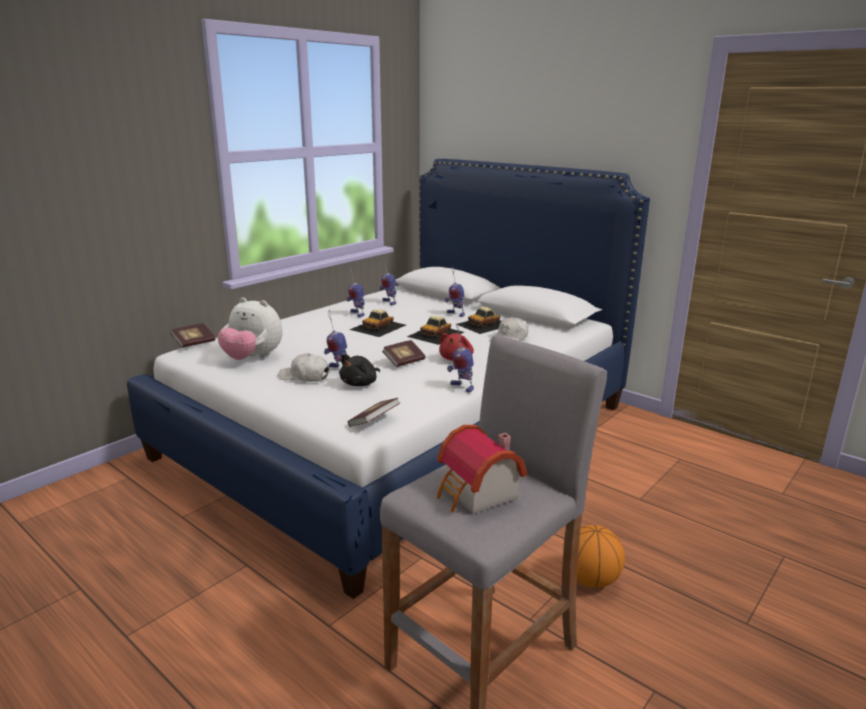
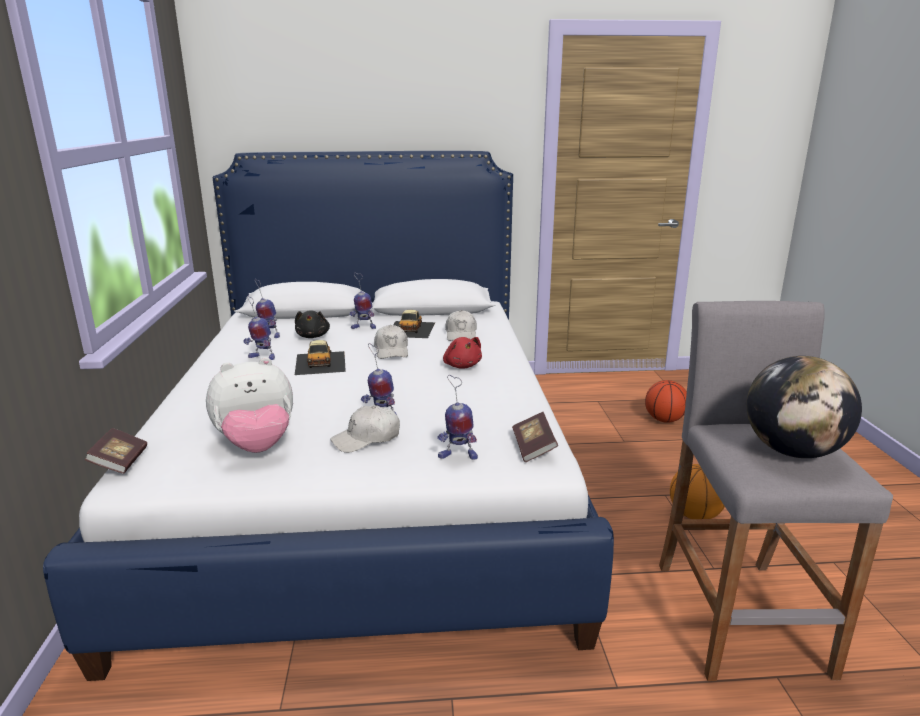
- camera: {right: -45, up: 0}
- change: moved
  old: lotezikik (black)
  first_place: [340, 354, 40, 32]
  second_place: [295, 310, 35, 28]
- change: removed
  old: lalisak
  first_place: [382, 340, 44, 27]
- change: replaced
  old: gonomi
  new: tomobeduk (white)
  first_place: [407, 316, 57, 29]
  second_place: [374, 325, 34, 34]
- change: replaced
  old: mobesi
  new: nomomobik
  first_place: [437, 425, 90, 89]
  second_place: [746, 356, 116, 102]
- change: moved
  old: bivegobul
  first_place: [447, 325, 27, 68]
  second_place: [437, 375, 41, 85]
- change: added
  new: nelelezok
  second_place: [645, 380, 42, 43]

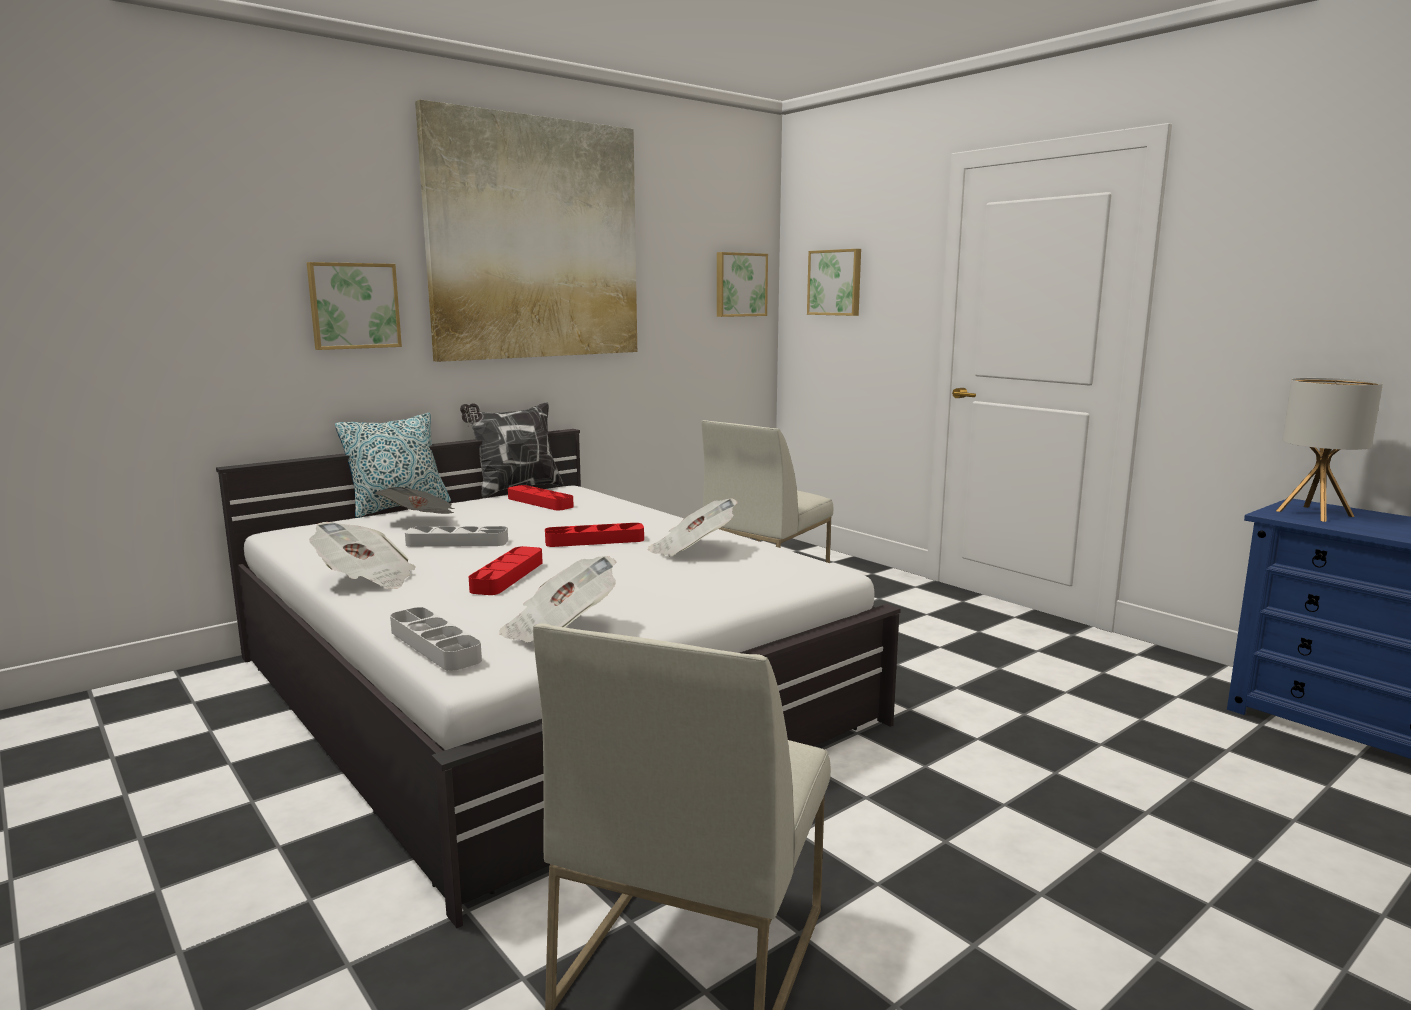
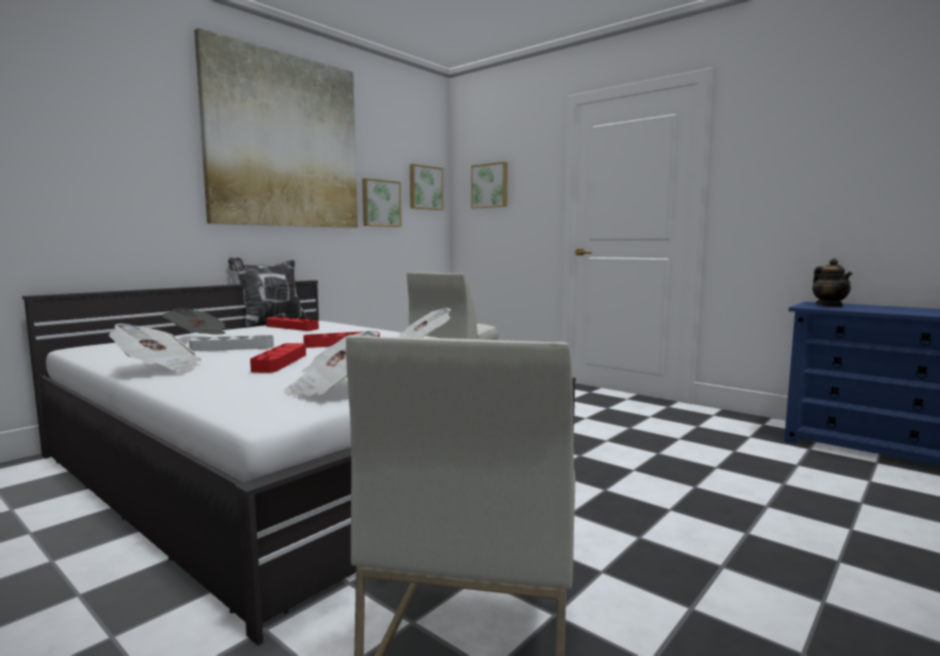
- camera: {right: -10, up: -5}
- change: moved
  old: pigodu
  first_place: [307, 262, 95, 88]
  second_place: [362, 178, 40, 49]
- change: removed
  old: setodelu
  first_place: [335, 413, 116, 105]
- change: removed
  old: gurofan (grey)
  first_place: [390, 607, 92, 64]
- change: replaced
  old: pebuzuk
  new: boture
  first_place: [1276, 378, 107, 144]
  second_place: [812, 258, 40, 49]

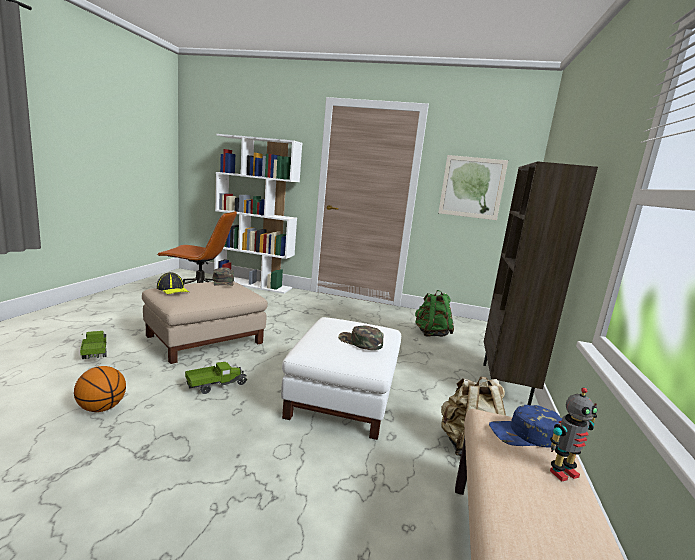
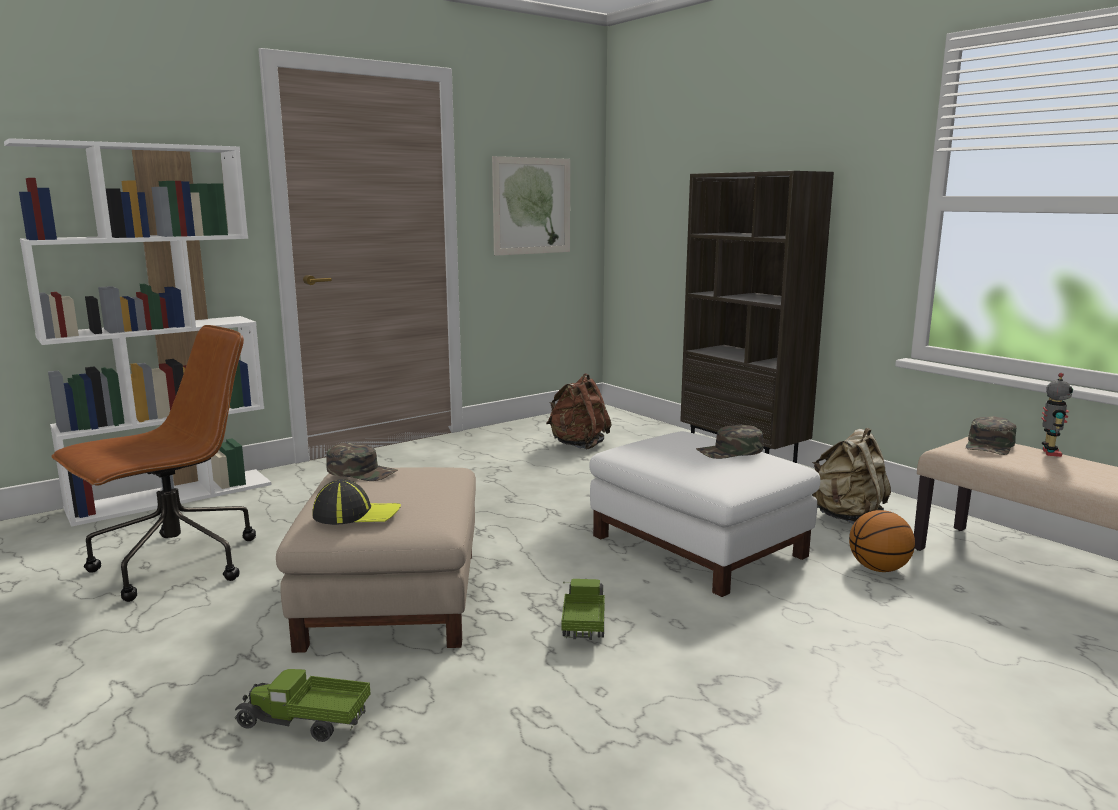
- camera: {right: -50, up: 0}
- change: moved
  old: nelelezok
  first_place: [74, 366, 52, 46]
  second_place: [849, 510, 66, 62]
- change: recoloured
  old: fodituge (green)
  new: fodituge (brown)
  first_place: [415, 290, 39, 47]
  second_place: [546, 373, 66, 77]
- change: recoloured
  old: tomobeduk (blue)
  new: tomobeduk (green)
  first_place: [489, 405, 73, 42]
  second_place: [966, 416, 51, 39]

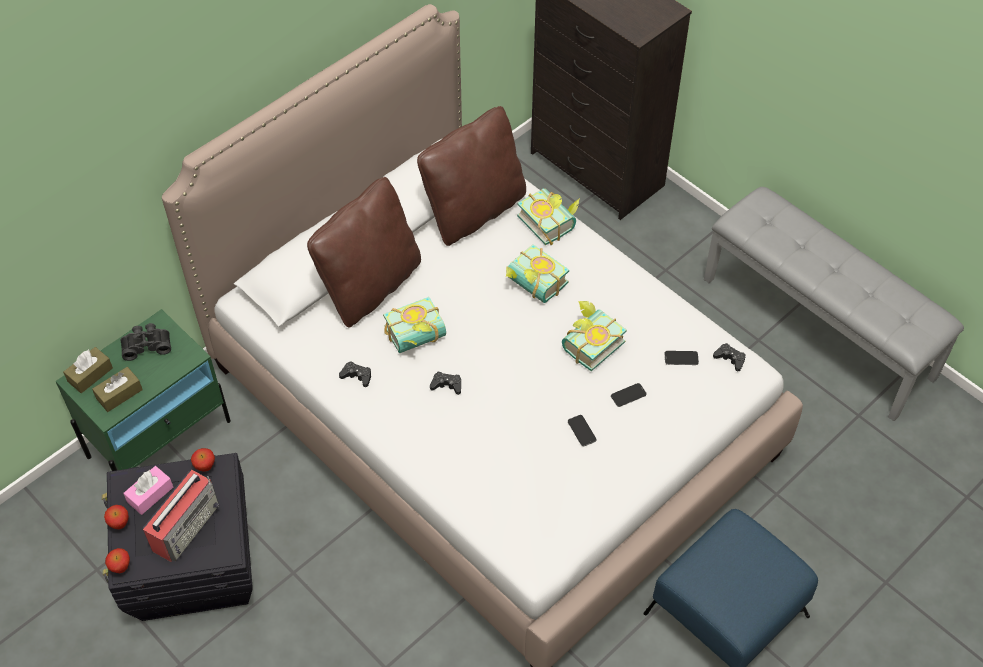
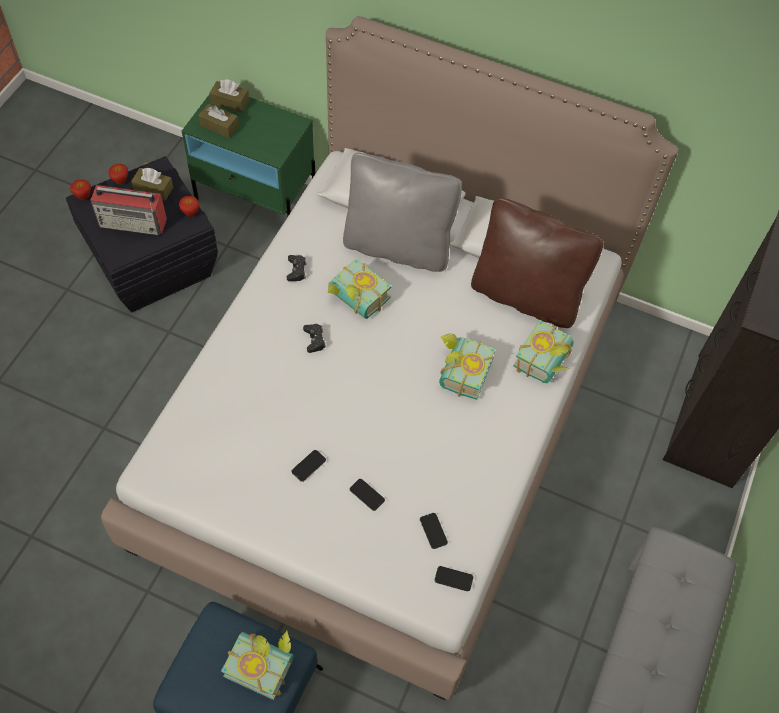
- camera: {right: 65, up: 5}
- change: removed
  old: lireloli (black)
  first_place: [120, 323, 51, 38]
- change: recoloured
  old: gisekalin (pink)
  new: gisekalin (brown)
  first_place: [123, 466, 50, 49]
  second_place: [131, 168, 42, 32]
- change: recoloured
  old: setodelu (brown)
  new: setodelu (grey)
  first_place: [307, 177, 114, 150]
  second_place: [343, 153, 119, 119]
- change: moved
  old: lalisak
  first_place: [562, 301, 65, 70]
  second_place: [221, 631, 73, 69]
- change: replaced
  old: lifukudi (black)
  new: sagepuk
  first_place: [713, 343, 33, 28]
  second_place: [435, 566, 38, 26]

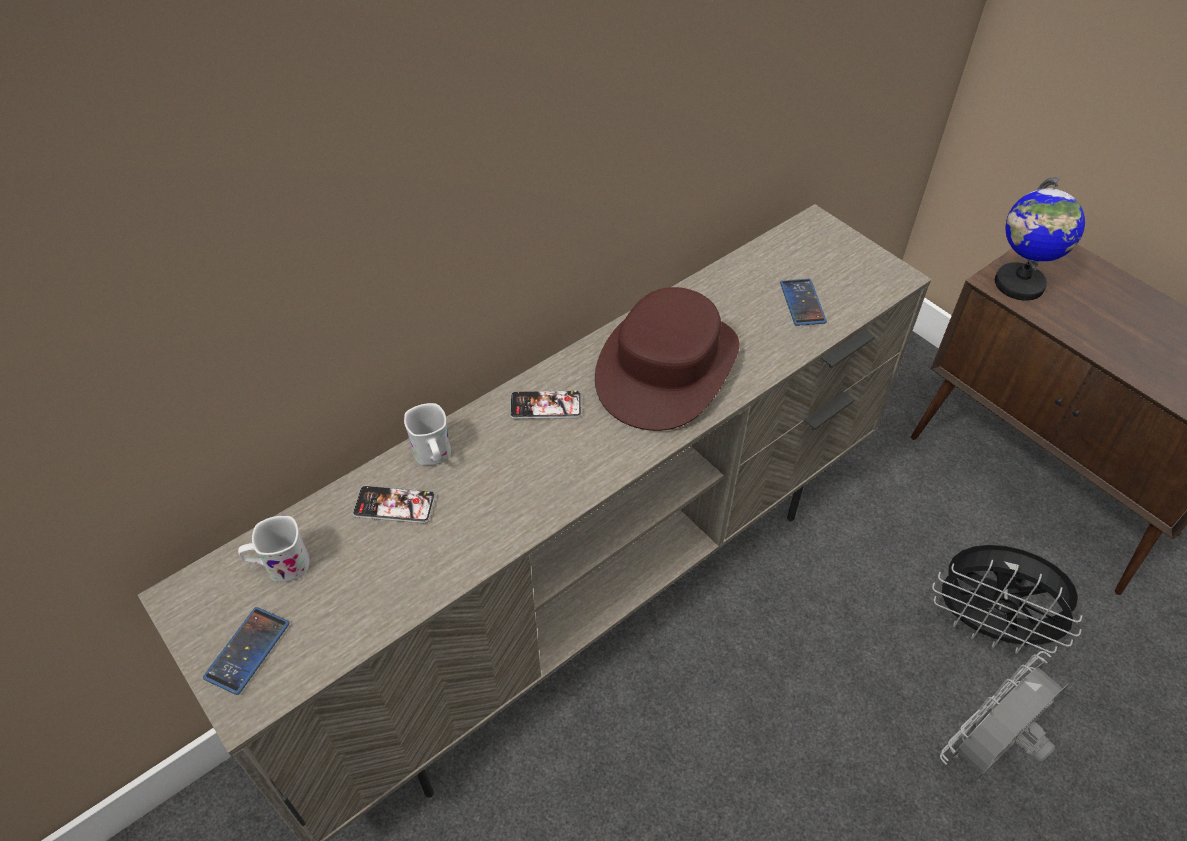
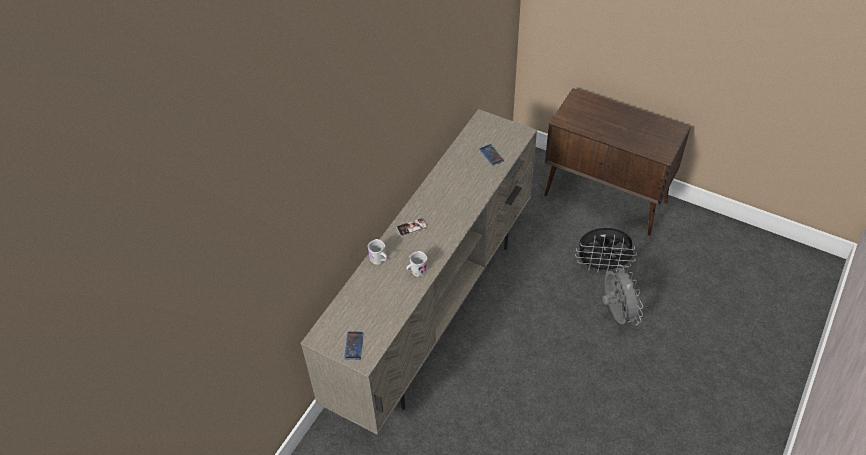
- camera: {right: -20, up: 0}
- change: moved
  old: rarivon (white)
  first_place: [238, 516, 72, 66]
  second_place: [406, 251, 22, 26]
- change: removed
  old: sagepuk
  first_place: [353, 486, 82, 37]
- change: removed
  old: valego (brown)
  first_place: [595, 287, 144, 144]
- change: turned
  old: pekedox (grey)
  first_place: [940, 651, 130, 129]
  second_place: [602, 265, 41, 60]
  degrees: 135
- change: removed
  old: nomomobik
  first_place: [995, 176, 90, 125]

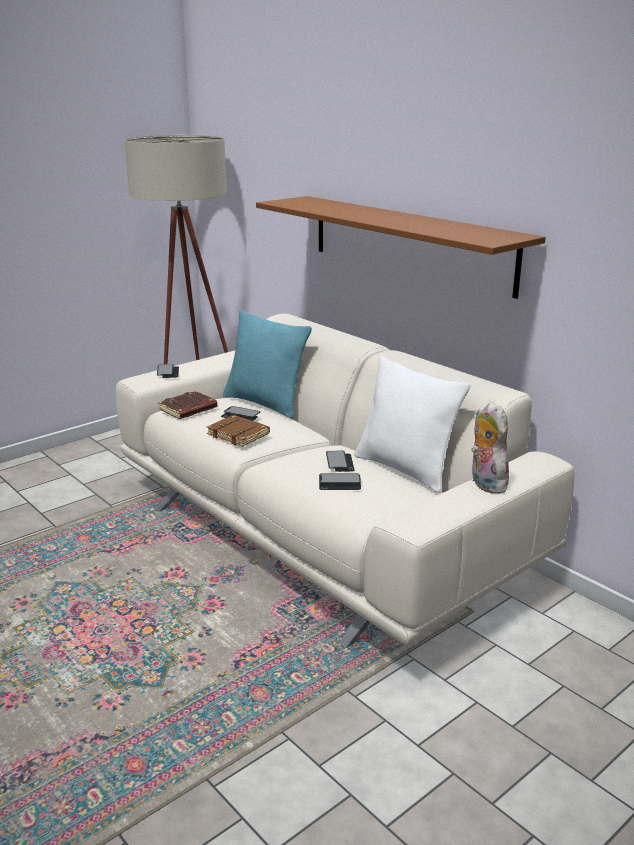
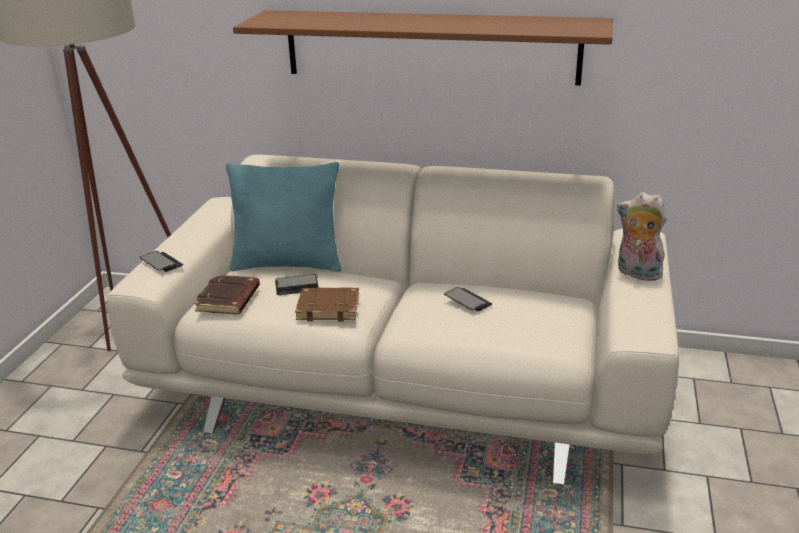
- camera: {right: -35, up: 5}
- change: removed
  old: sagepuk
  first_place: [319, 474, 42, 16]
- change: removed
  old: setodelu (white)
  first_place: [354, 356, 116, 137]

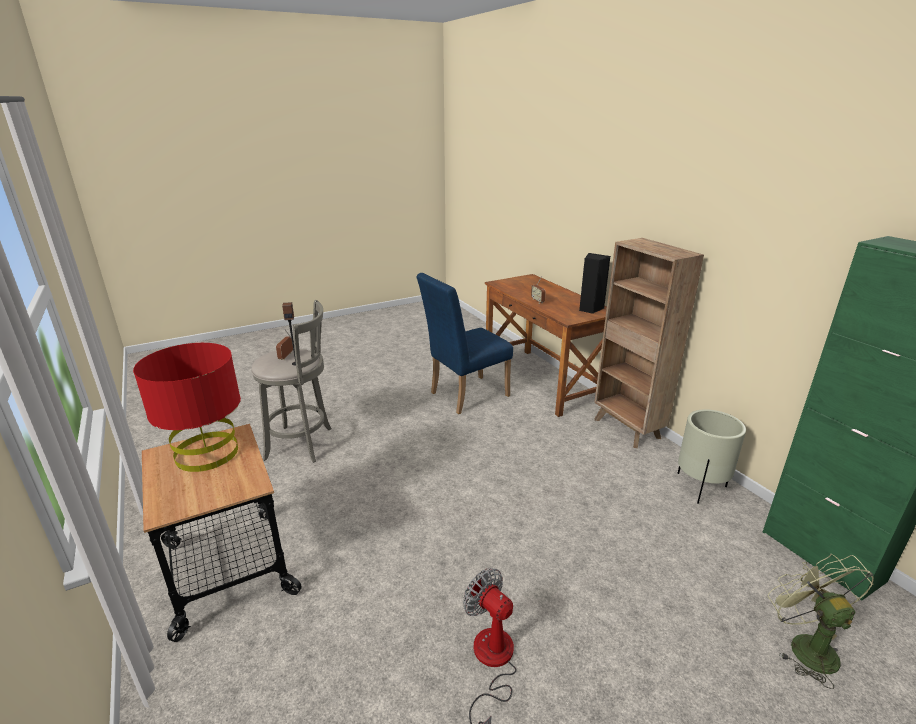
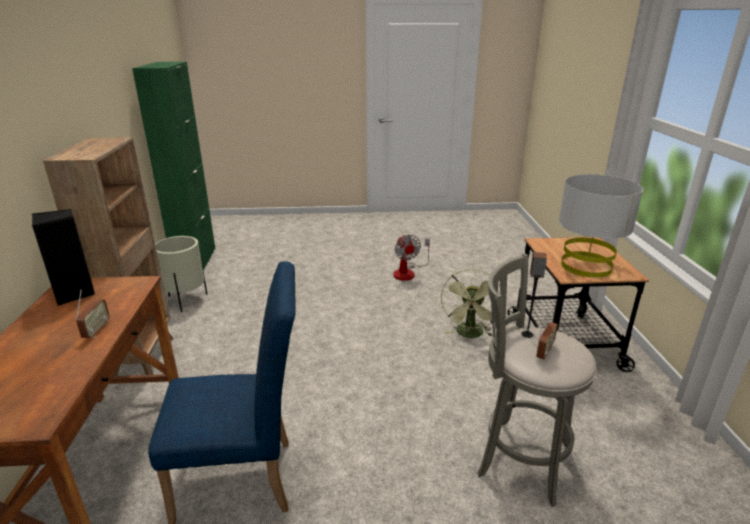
- camera: {right: -155, up: 0}
- change: recoloured
  old: pebuzuk (red)
  new: pebuzuk (grey)
  first_place: [133, 343, 108, 129]
  second_place: [559, 174, 84, 104]
- change: moved
  old: pekedox (green)
  first_place: [768, 554, 106, 135]
  second_place: [441, 269, 59, 69]

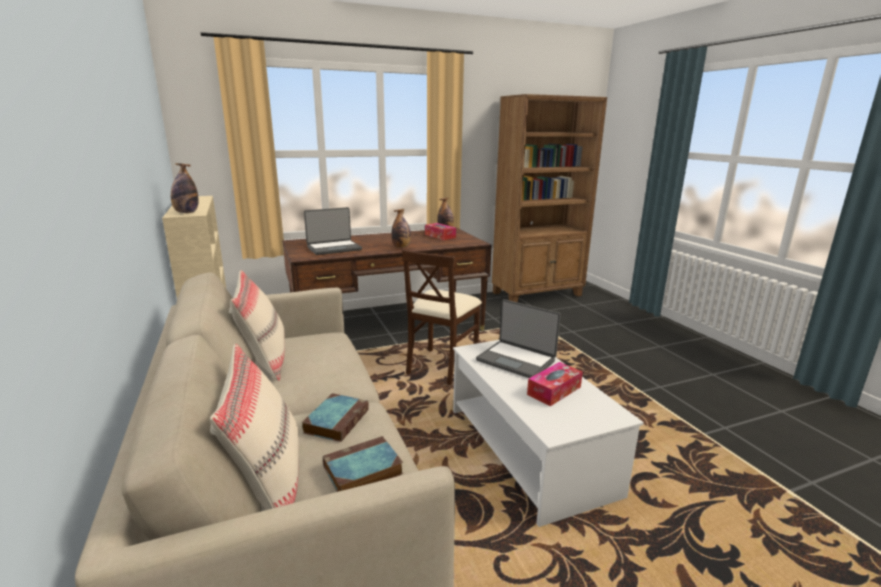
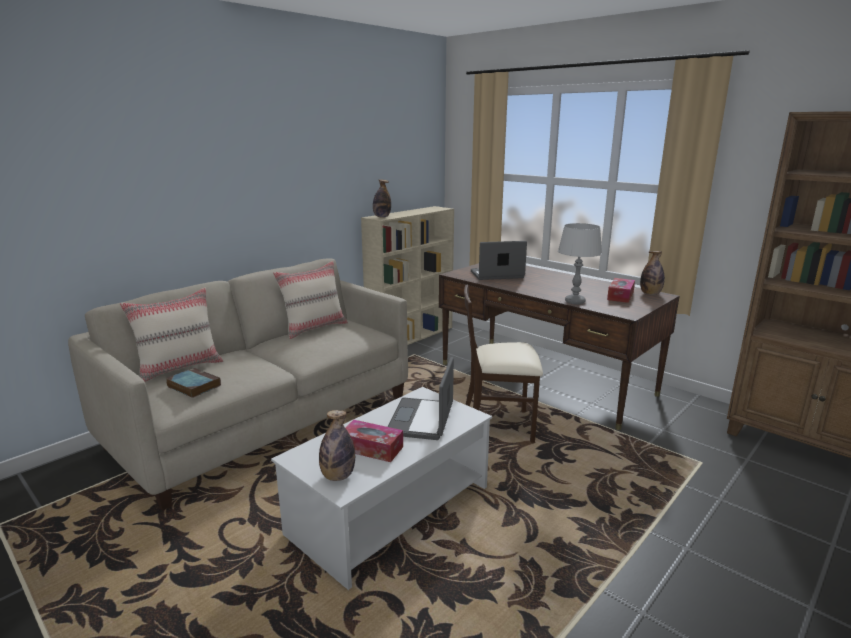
- camera: {right: 65, up: 0}
- change: removed
  old: lalisak
  first_place: [302, 393, 67, 49]
- change: turned
  old: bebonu
  first_place: [304, 207, 58, 48]
  second_place: [471, 241, 56, 39]
  degrees: 135
- change: moved
  old: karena
  first_place: [392, 209, 19, 39]
  second_place: [319, 410, 36, 71]
- change: added
  new: pebuzuk (grey)
  second_place: [558, 223, 44, 81]

